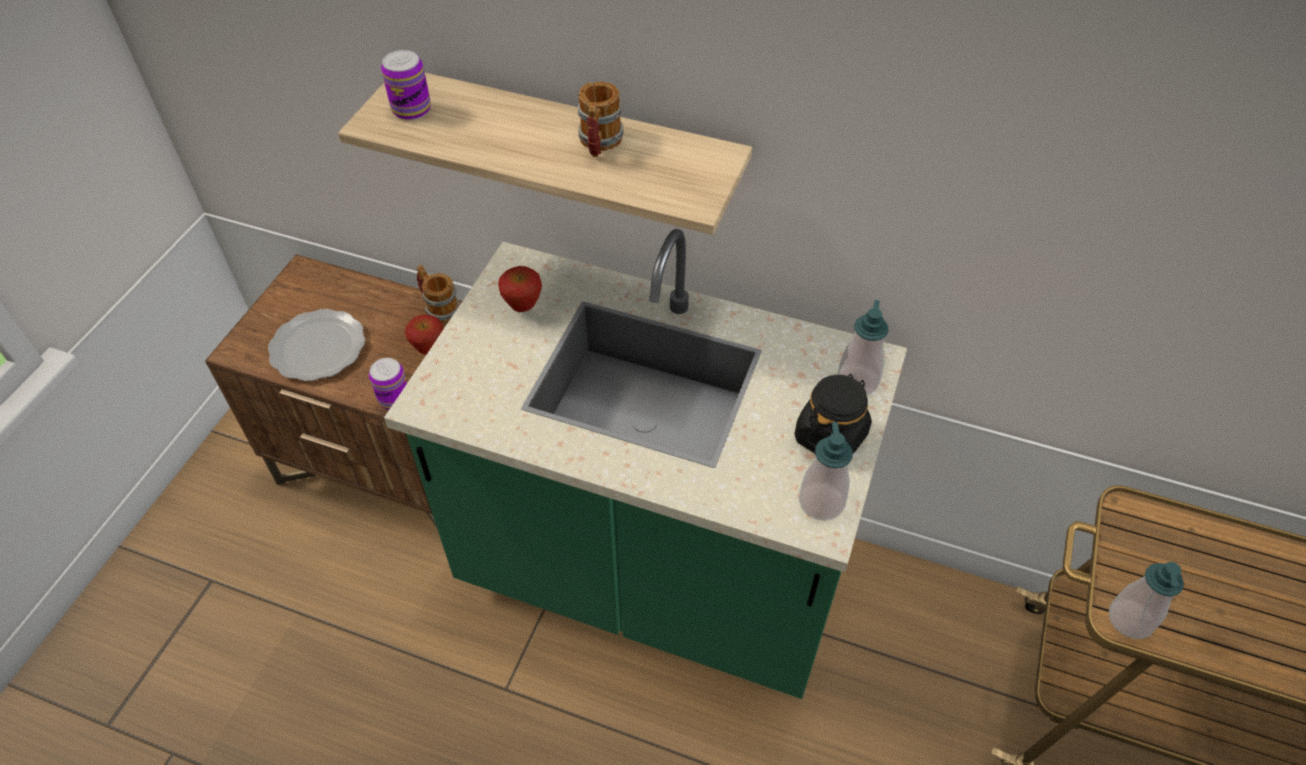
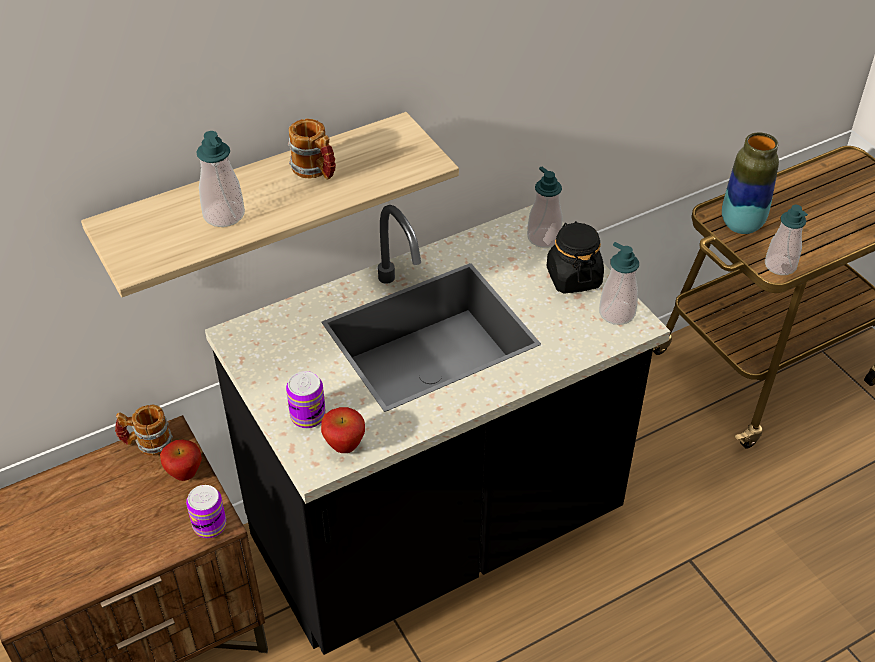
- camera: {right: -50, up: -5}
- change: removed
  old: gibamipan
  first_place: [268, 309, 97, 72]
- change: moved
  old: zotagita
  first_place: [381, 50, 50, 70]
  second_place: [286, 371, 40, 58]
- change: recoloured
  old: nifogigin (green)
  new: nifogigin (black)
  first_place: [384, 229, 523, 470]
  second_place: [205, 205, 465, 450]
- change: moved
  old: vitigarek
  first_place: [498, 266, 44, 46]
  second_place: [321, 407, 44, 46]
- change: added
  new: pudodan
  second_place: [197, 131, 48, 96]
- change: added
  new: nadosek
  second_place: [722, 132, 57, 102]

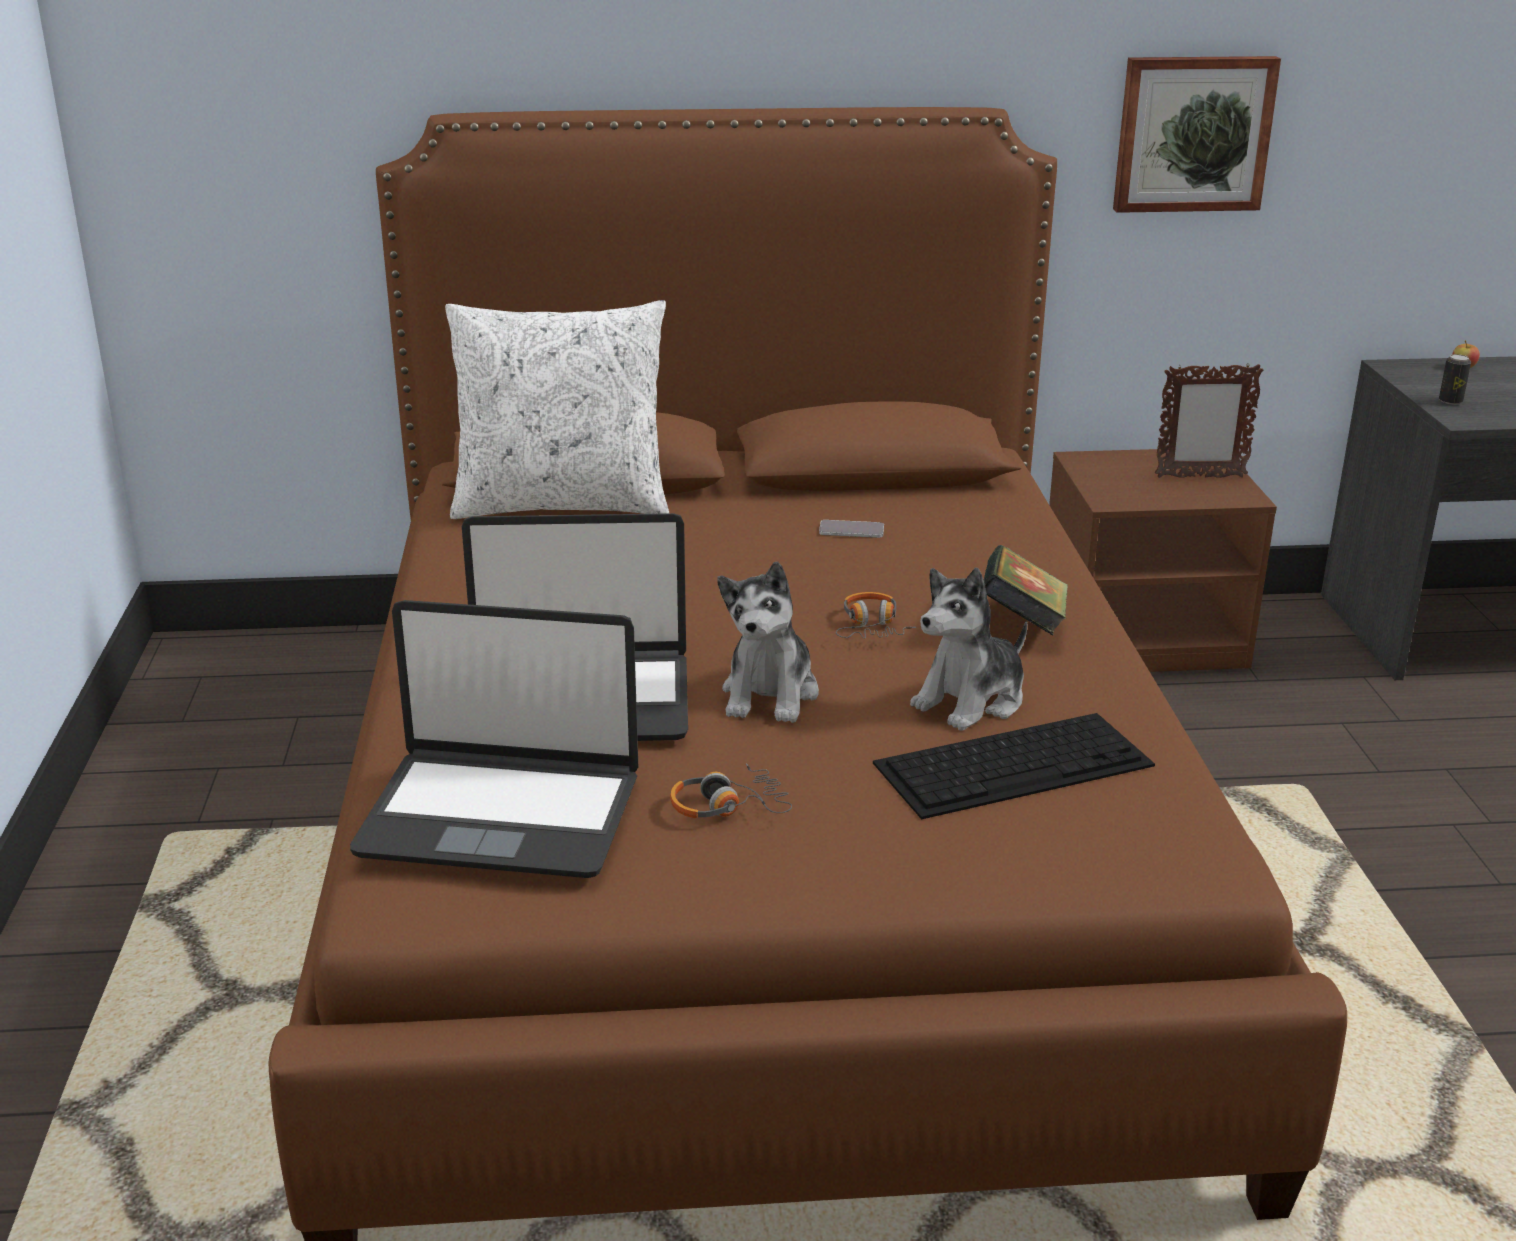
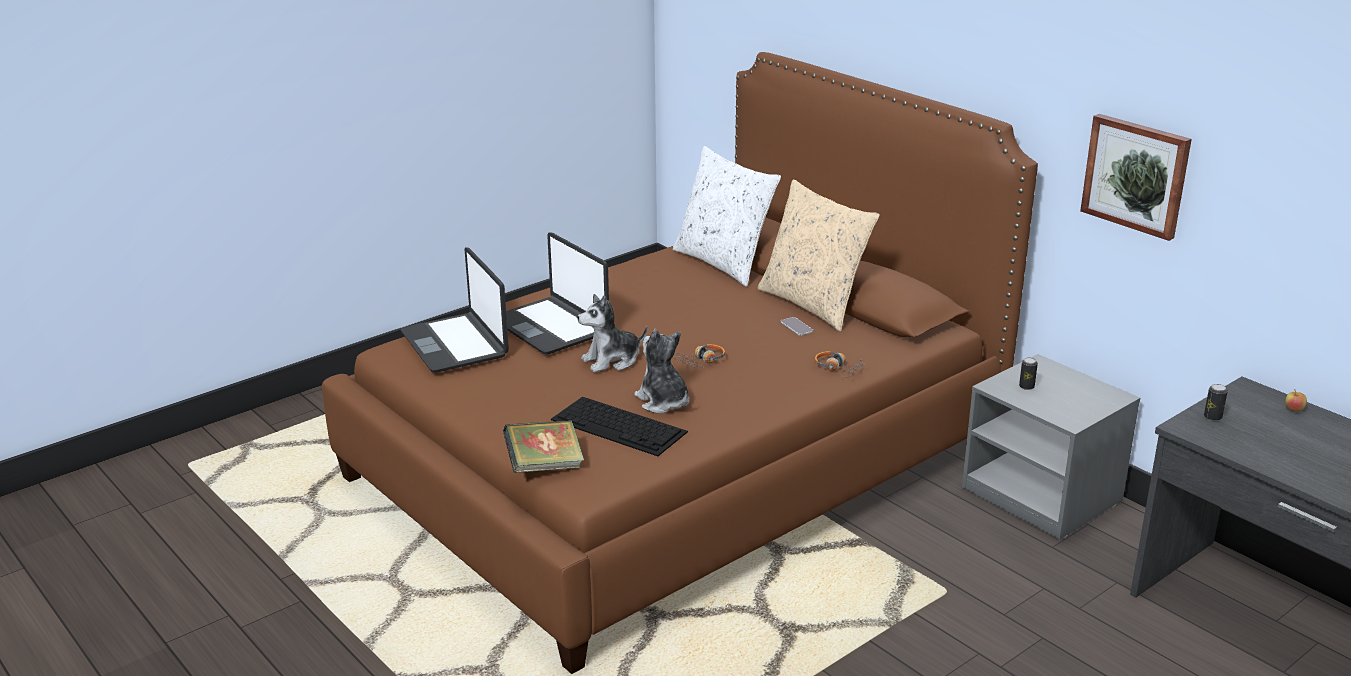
- camera: {right: 55, up: 0}
- change: moved
  old: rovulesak
  first_place: [670, 763, 122, 55]
  second_place: [815, 351, 50, 26]
- change: turned
  old: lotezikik
  first_place: [910, 568, 117, 163]
  second_place: [634, 329, 56, 85]
  degrees: 45
- change: moved
  old: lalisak
  first_place: [984, 545, 84, 90]
  second_place: [503, 420, 81, 53]
- change: recoloured
  old: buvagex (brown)
  new: buvagex (grey)
  first_place: [1049, 449, 228, 223]
  second_place: [962, 354, 178, 186]
- change: removed
  old: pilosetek
  first_place: [1155, 363, 108, 115]
- change: added
  new: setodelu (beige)
  second_place: [758, 180, 122, 151]
- change: added
  new: zotagita
  second_place: [1019, 358, 19, 32]

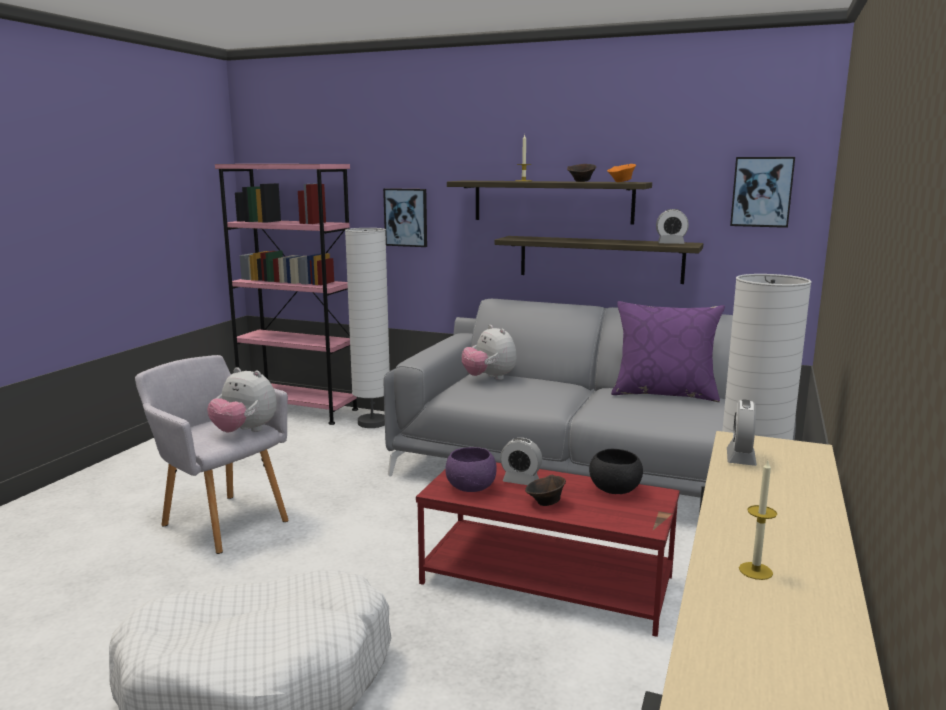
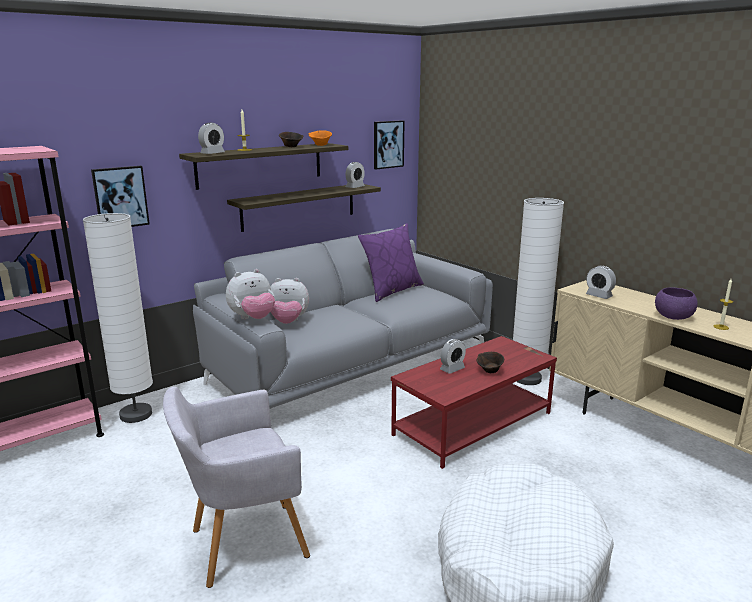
- camera: {right: -60, up: 5}
- change: moved
  old: lotezikik
  first_place: [207, 367, 70, 65]
  second_place: [226, 269, 49, 50]
- change: moved
  old: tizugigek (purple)
  first_place: [445, 447, 52, 45]
  second_place: [655, 287, 43, 33]
- change: removed
  old: tizugigek (black)
  first_place: [589, 449, 54, 45]
- change: added
  new: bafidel
  second_place: [198, 123, 27, 31]

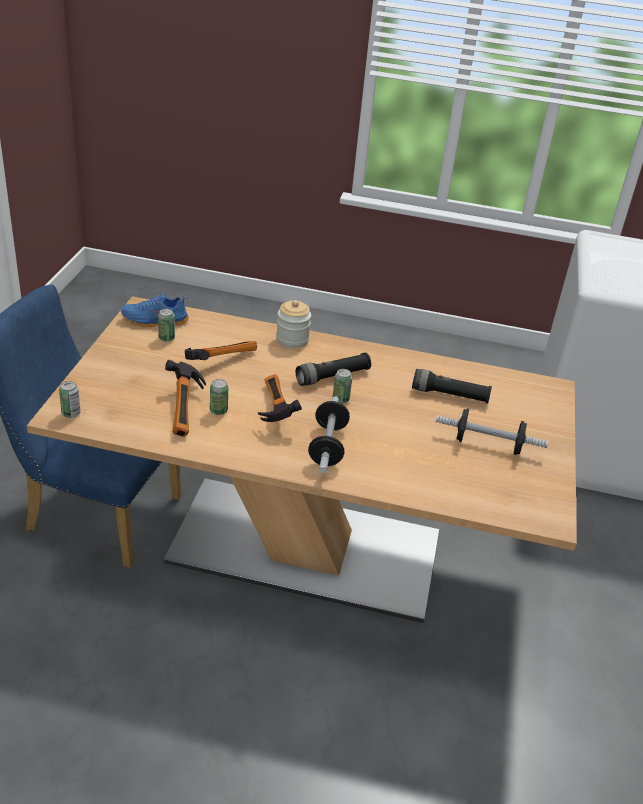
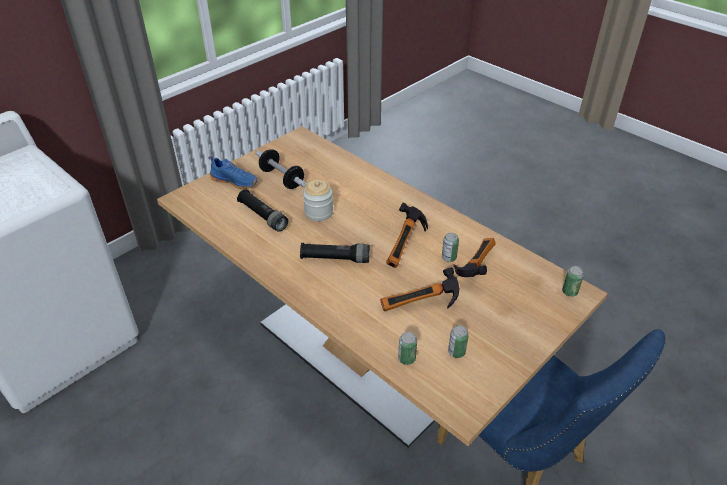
- camera: {right: -145, up: 5}
- change: moved
  old: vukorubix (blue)
  first_place: [121, 293, 68, 34]
  second_place: [209, 156, 49, 33]
- change: moved
  old: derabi
  first_place: [276, 300, 35, 48]
  second_place: [303, 180, 30, 41]
- change: removed
  old: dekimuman
  first_place: [308, 397, 42, 76]
- change: moved
  old: zotagita
  first_place: [333, 369, 19, 34]
  second_place: [398, 332, 19, 33]

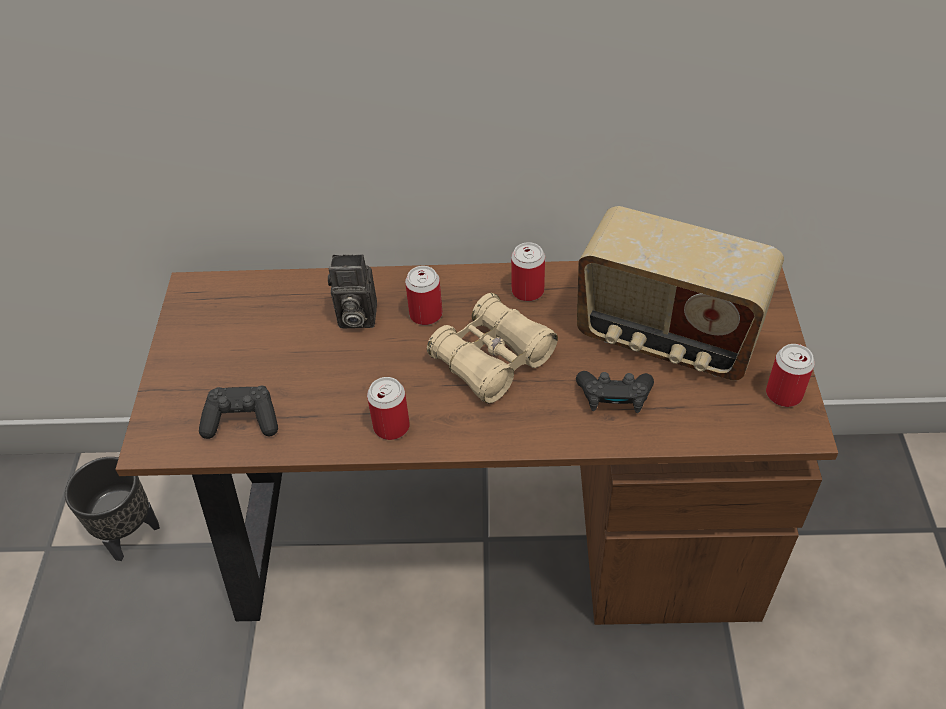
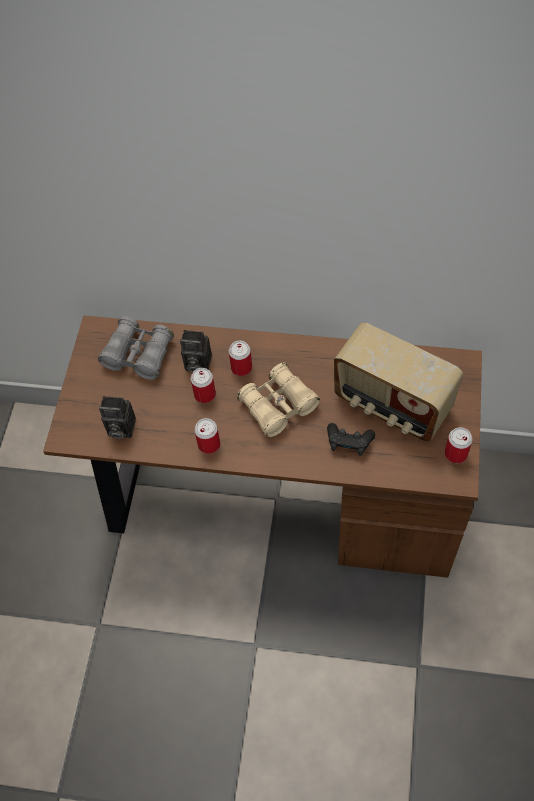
- camera: {right: 10, up: 10}
- change: removed
  old: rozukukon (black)
  first_place: [65, 457, 95, 104]
- change: replaced
  old: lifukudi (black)
  new: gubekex
  first_place: [199, 386, 79, 53]
  second_place: [99, 396, 37, 43]
- change: moved
  old: zotagita
  first_place: [511, 242, 34, 59]
  second_place: [191, 368, 25, 35]
- change: added
  new: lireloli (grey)
  second_place: [98, 316, 76, 64]

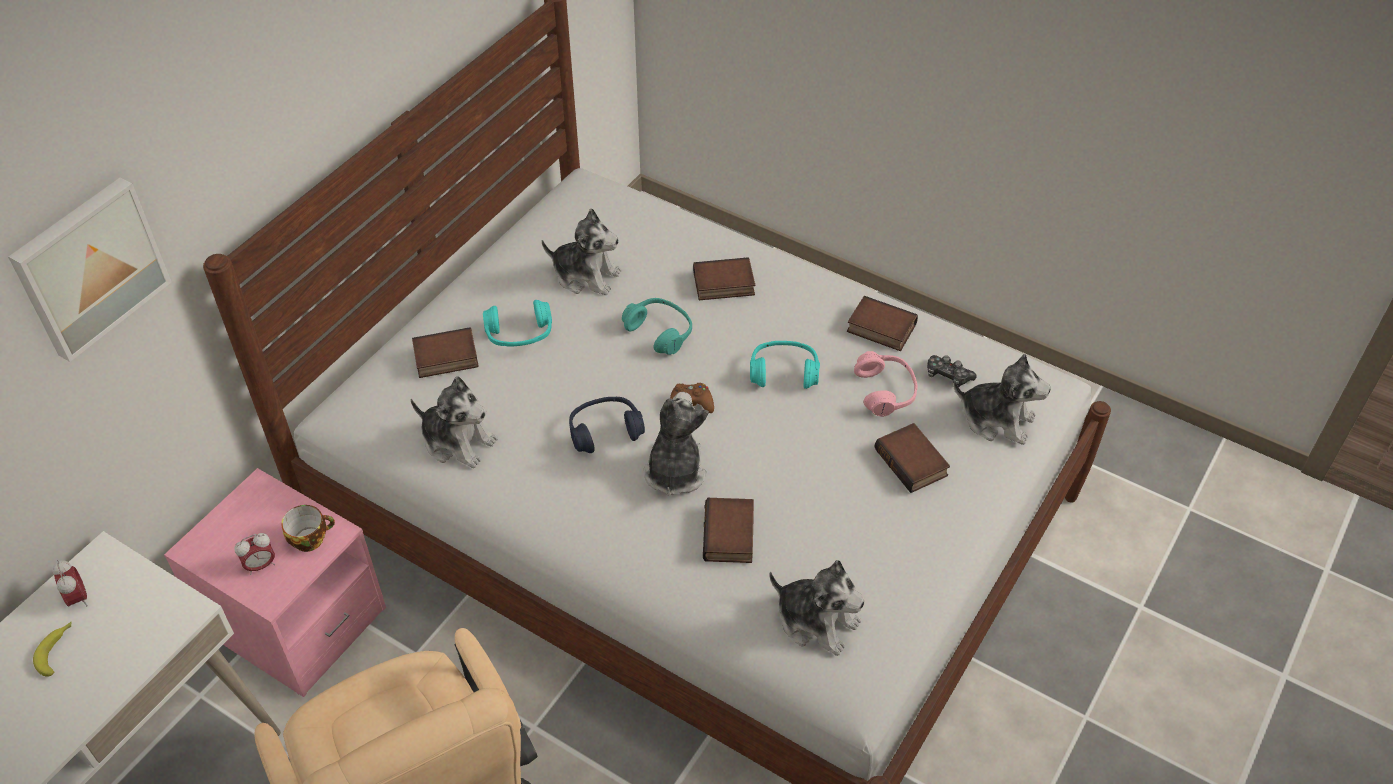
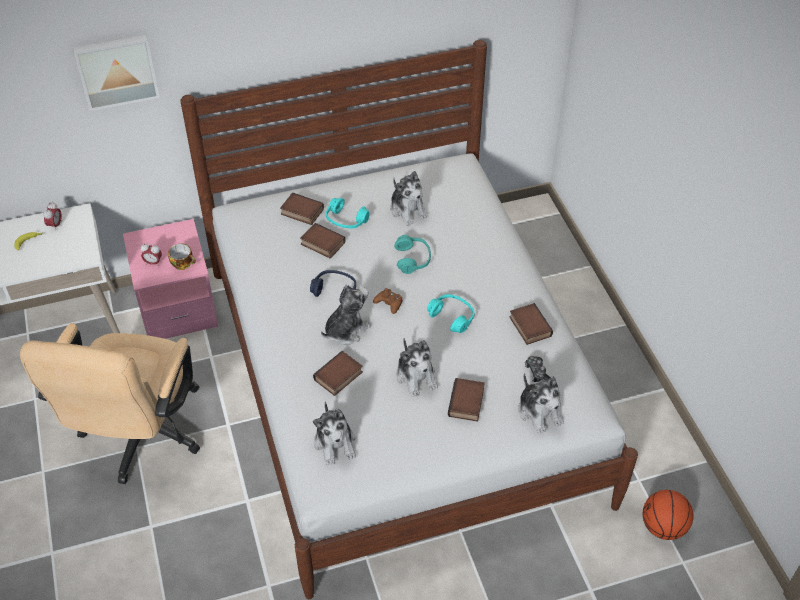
- camera: {right: 40, up: 0}
- change: moved
  old: lotezikik
  first_place: [411, 376, 87, 92]
  second_place: [396, 338, 42, 59]
- change: moved
  old: lalisak
  first_place: [693, 257, 62, 43]
  second_place: [300, 223, 45, 35]
- change: removed
  old: rovulesak (pink)
  first_place: [854, 351, 64, 66]
- change: added
  new: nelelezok
  second_place: [643, 490, 50, 50]

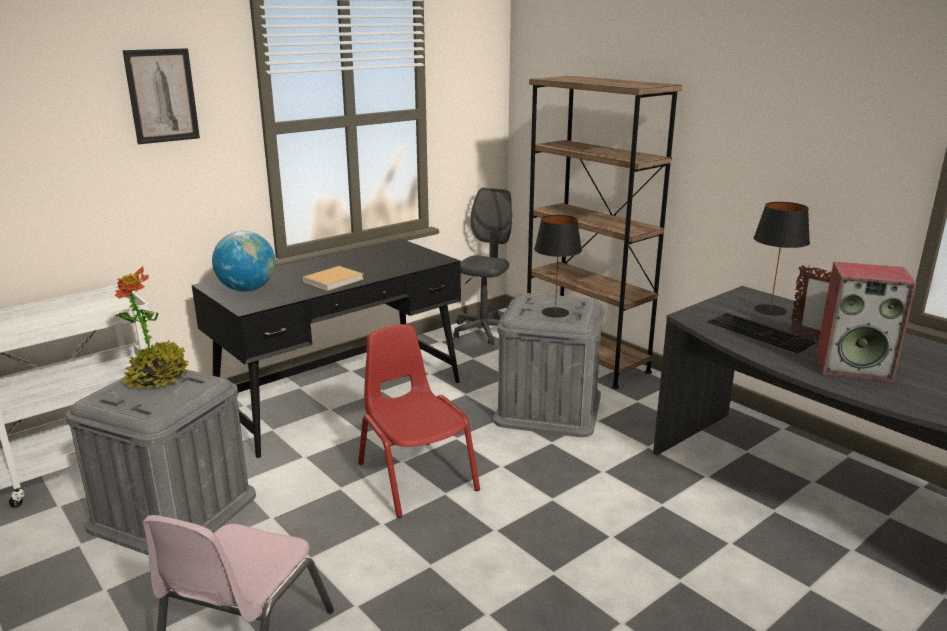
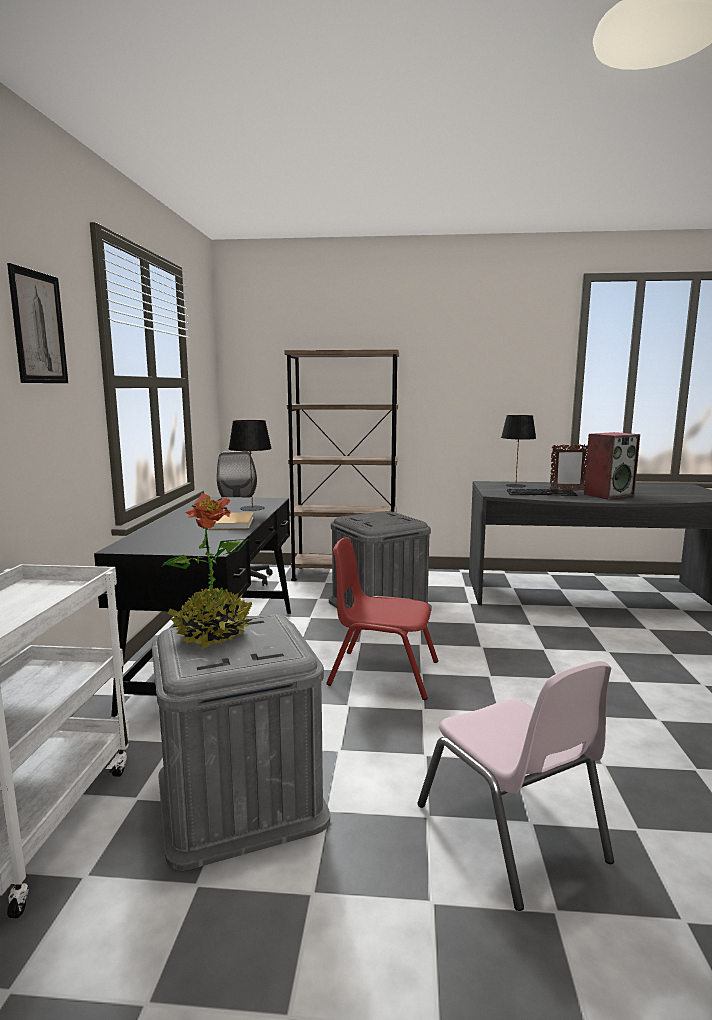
- camera: {right: -45, up: -10}
- change: removed
  old: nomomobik
  first_place: [212, 231, 63, 61]
- change: moved
  old: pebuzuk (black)
  first_place: [534, 215, 48, 103]
  second_place: [228, 420, 44, 91]

